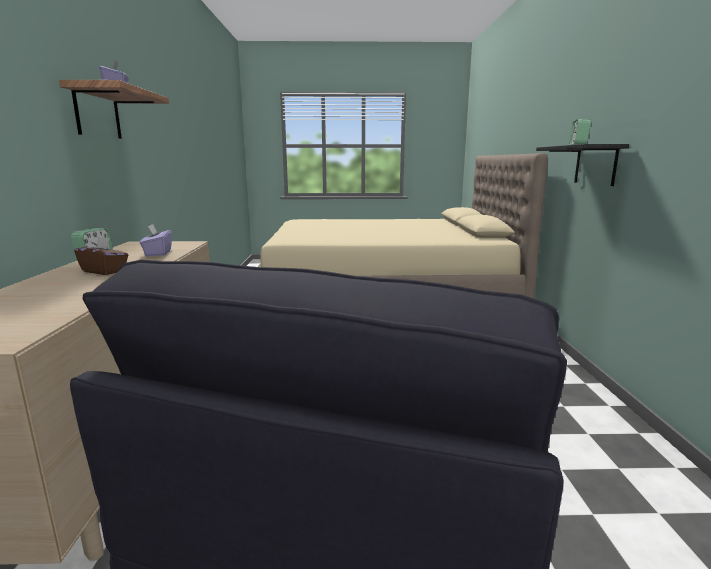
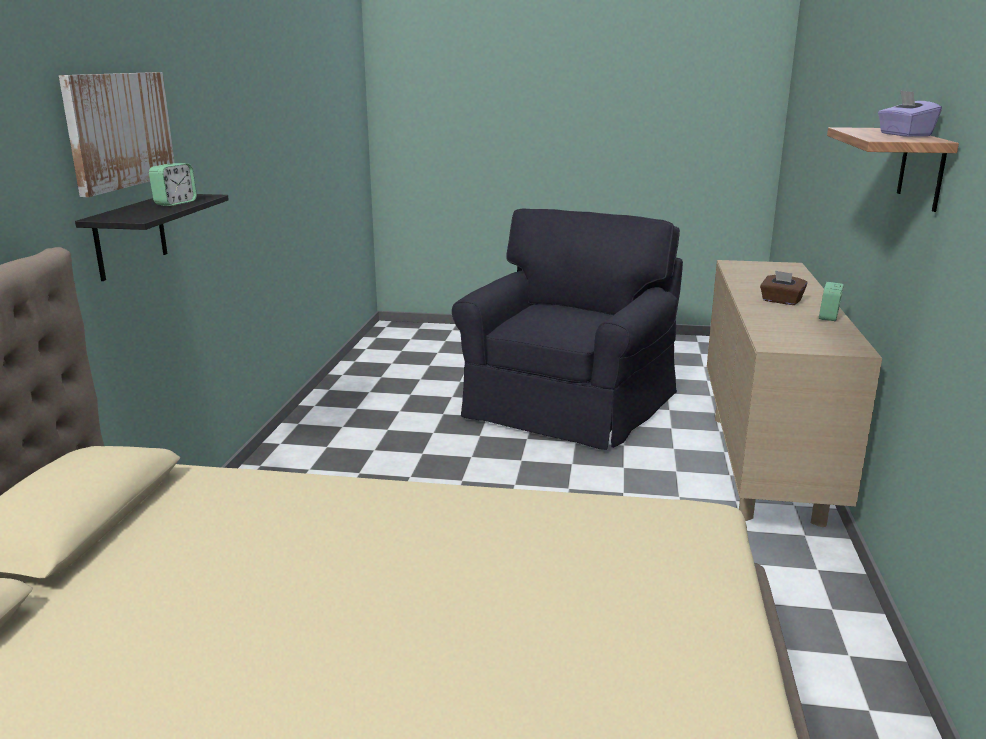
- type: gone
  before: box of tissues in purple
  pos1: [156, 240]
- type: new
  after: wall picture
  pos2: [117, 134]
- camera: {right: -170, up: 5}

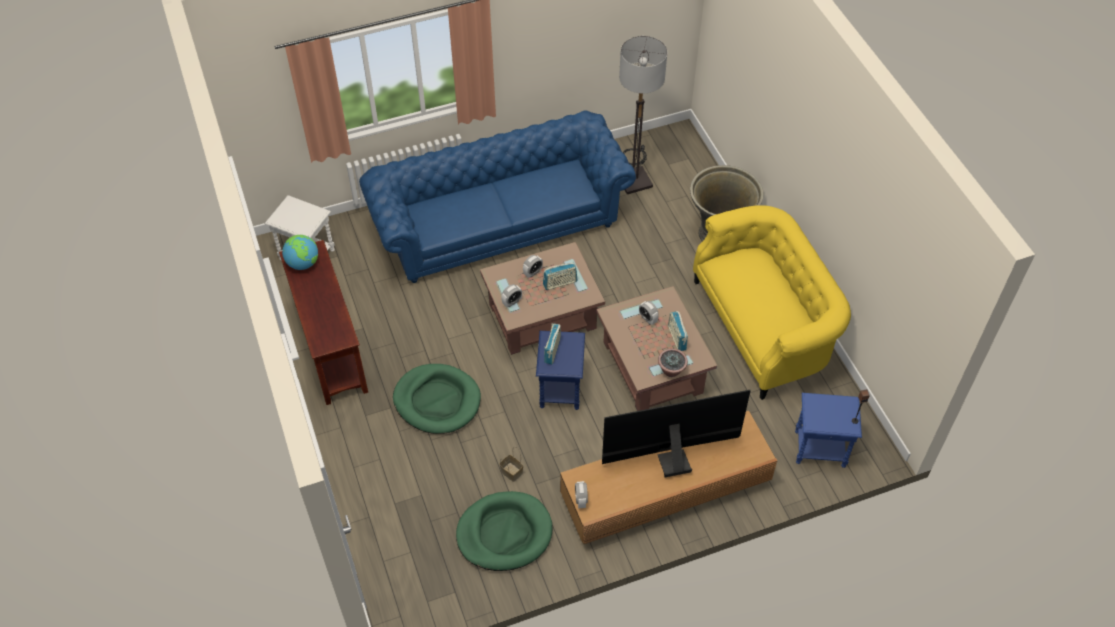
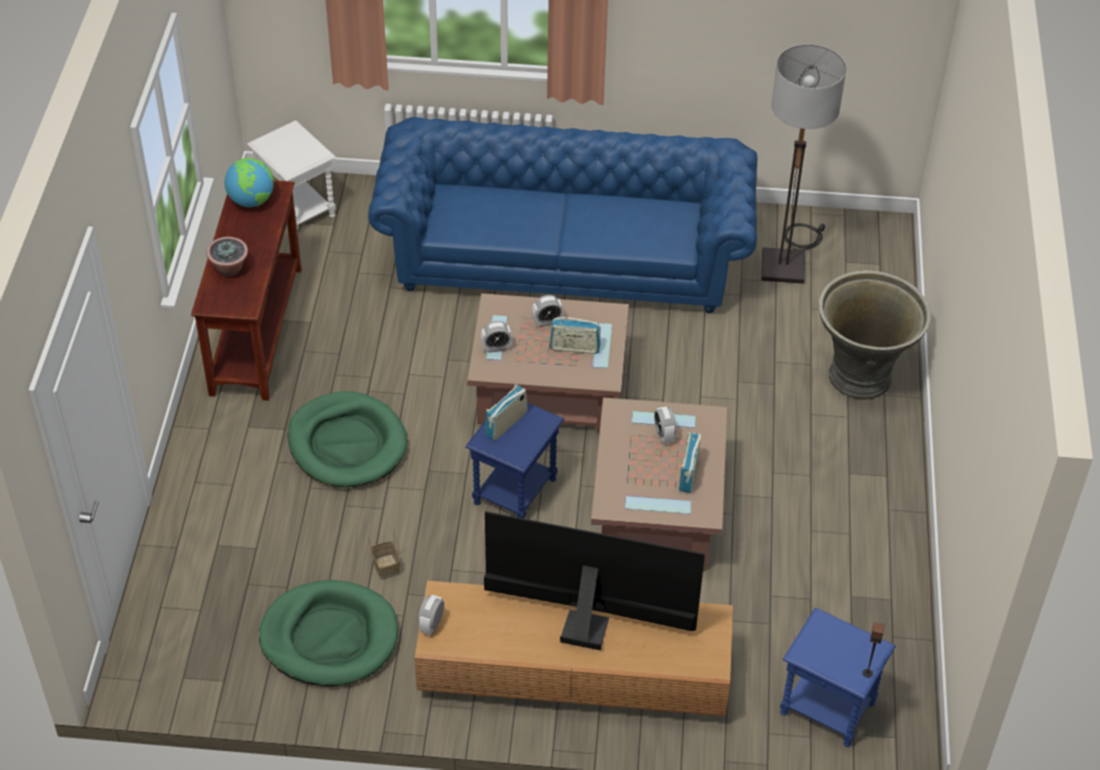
- type: gone
  before: settee in yellowish
  pos1: [772, 302]
- type: shifted
  before: potted plant
  pos1: [673, 362]
  pos2: [227, 256]
- camera: {right: 25, up: -5}

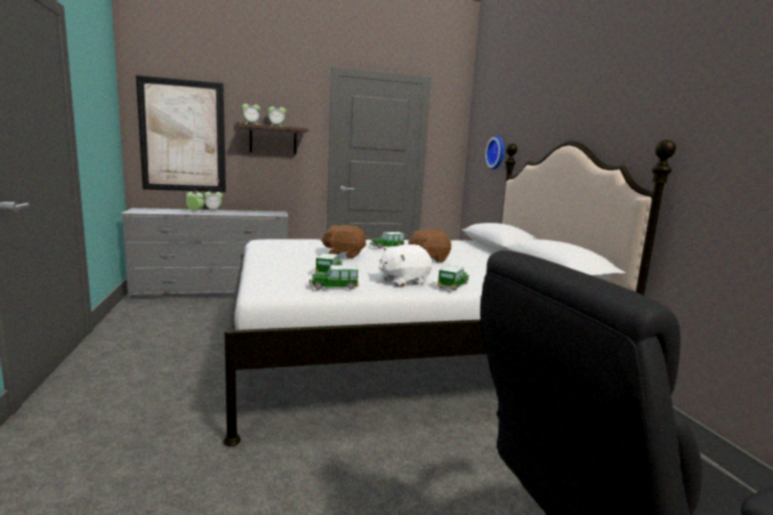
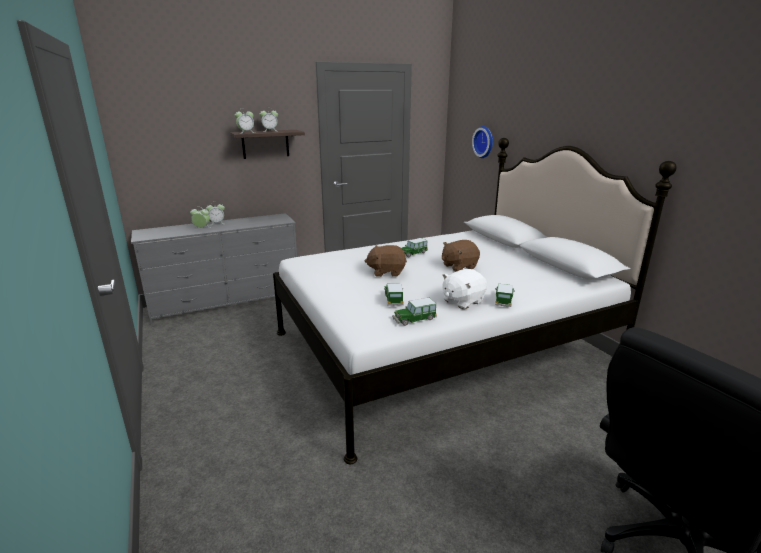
- type: gone
  before: wall picture
  pos1: [181, 133]
- camera: {right: -10, up: 10}

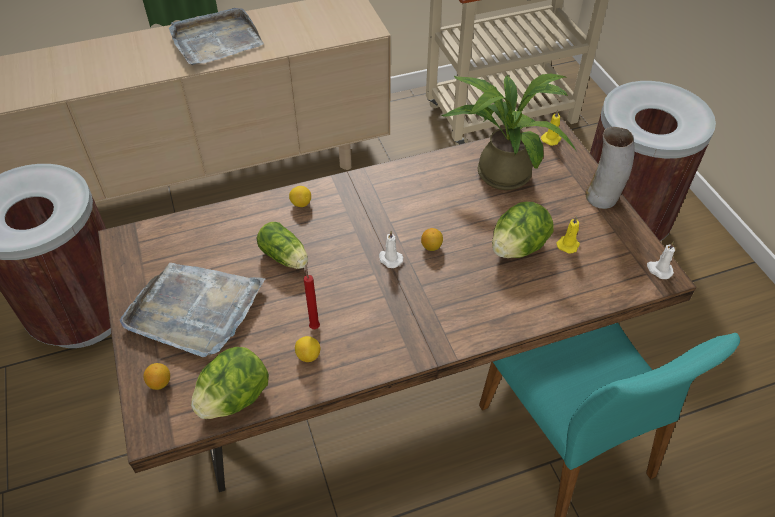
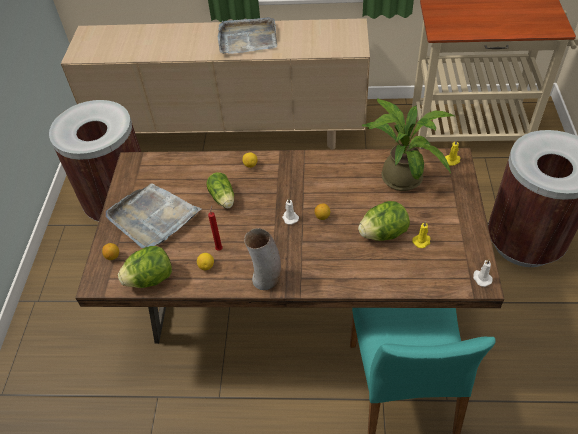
- type: shifted
  before: vase
  pos1: [610, 168]
  pos2: [262, 259]
- camera: {right: 25, up: 0}

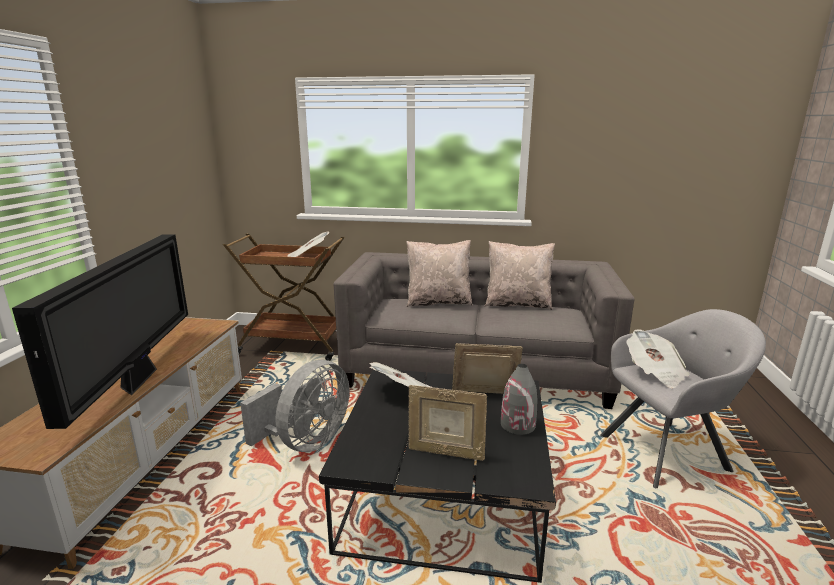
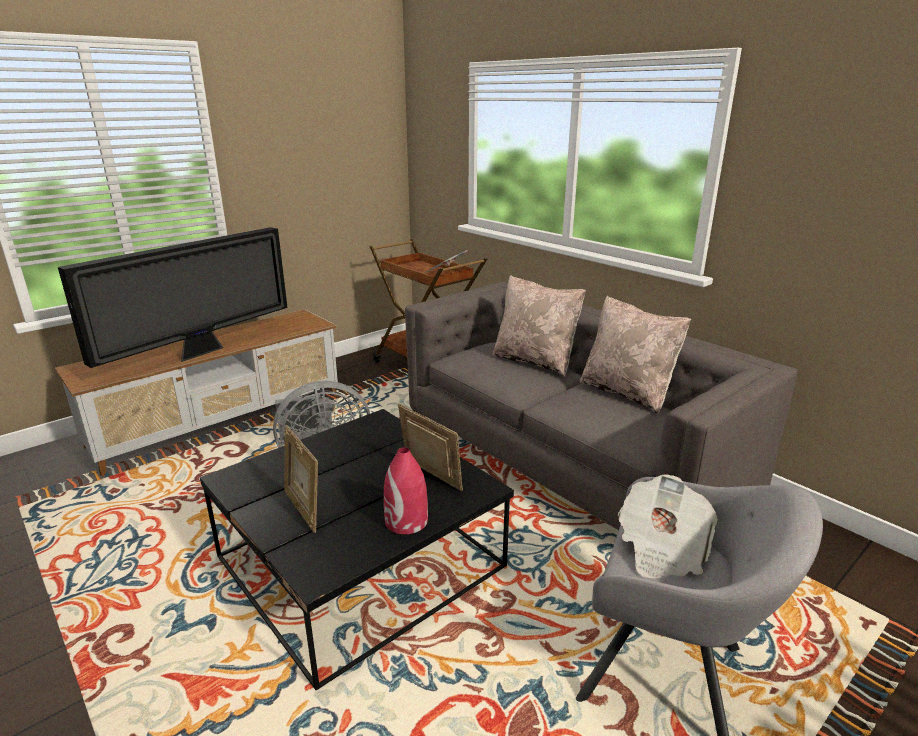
- type: gone
  before: daily paper
  pos1: [401, 375]
- type: repainted
  before: vase in greyish
  after: vase in red
  pos1: [519, 399]
  pos2: [406, 490]
- camera: {right: 40, up: 5}

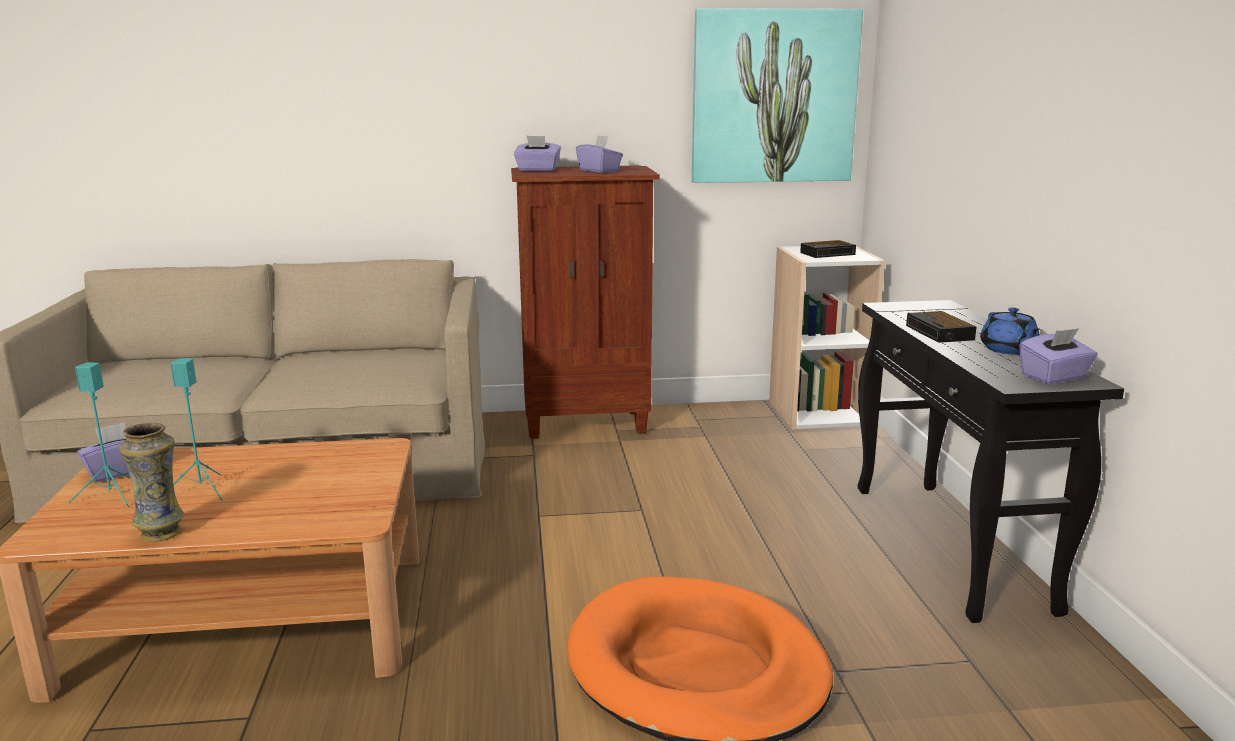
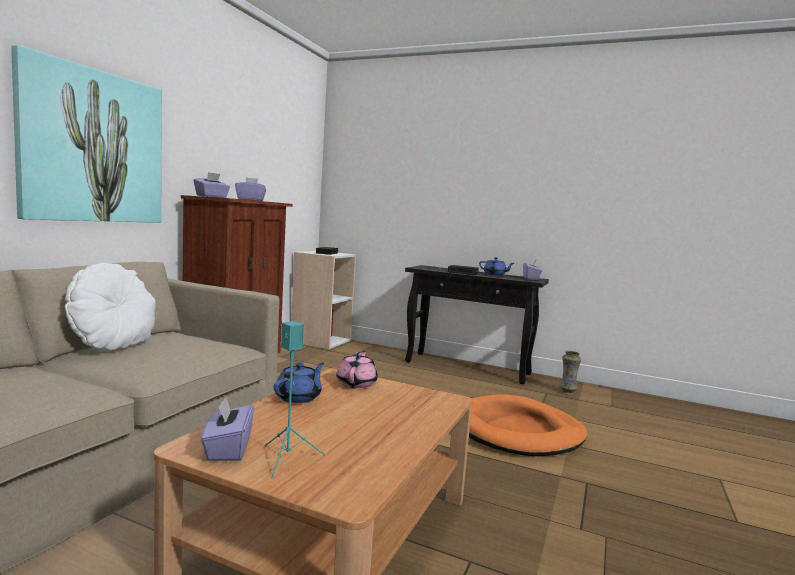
- type: shifted
  before: wall picture
  pos1: [777, 95]
  pos2: [86, 134]
- type: gone
  before: loudspeaker in turquoise-coloured
  pos1: [196, 429]
- type: shifted
  before: vase
  pos1: [151, 482]
  pos2: [570, 373]
- type: new
  after: cushion in white-coloured
  pos2: [110, 307]
- type: new
  after: pot for tea in pinkish
  pos2: [357, 370]
- type: new
  after: pot for tea in blue
  pos2: [299, 382]
- camera: {right: -60, up: -10}

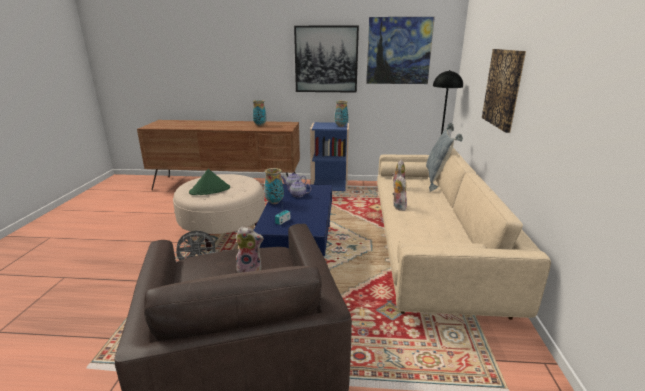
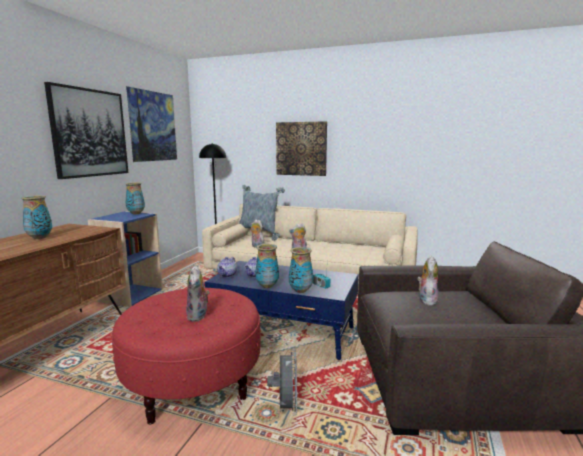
- type: swapped
  before: hat in green-coloured
  after: cuddly toy
  pos1: [209, 182]
  pos2: [198, 293]
- type: repainted
  before: footrest in sand-coloured
  after: footrest in red
  pos1: [219, 212]
  pos2: [186, 356]
- type: new
  after: vase
  pos2: [301, 270]
- camera: {right: -75, up: -10}

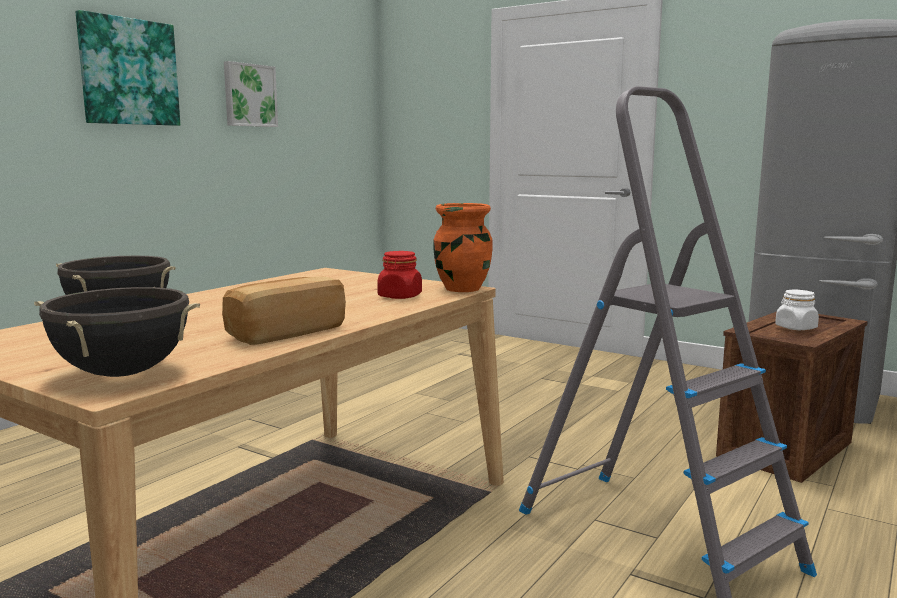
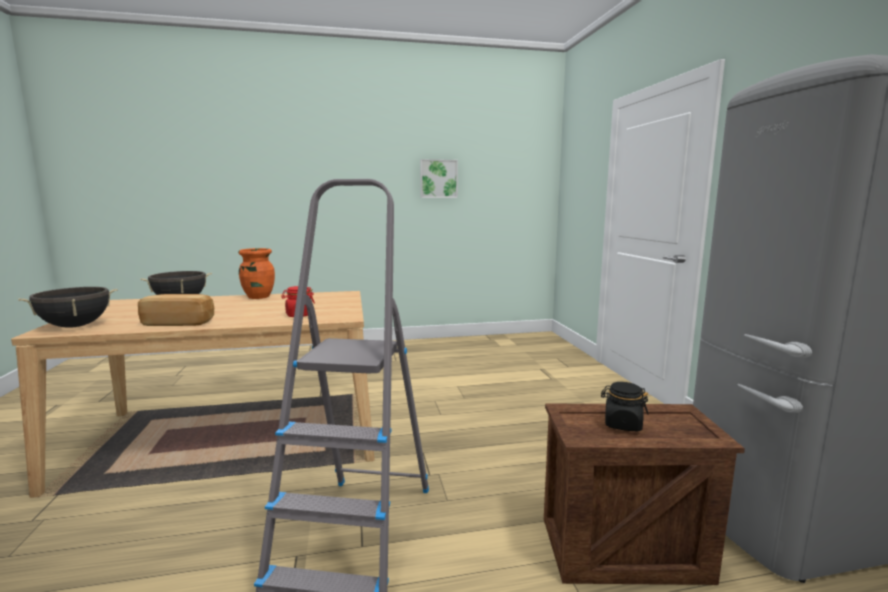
- type: gone
  before: wall picture
  pos1: [127, 68]
- type: shifted
  before: vase in orangey
  pos1: [463, 247]
  pos2: [256, 273]
- type: repainted
  before: jar in white-coloured
  after: jar in black
  pos1: [797, 310]
  pos2: [624, 406]
- camera: {right: 45, up: 0}

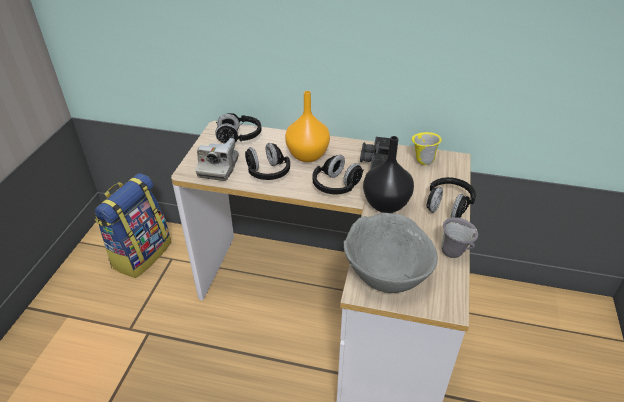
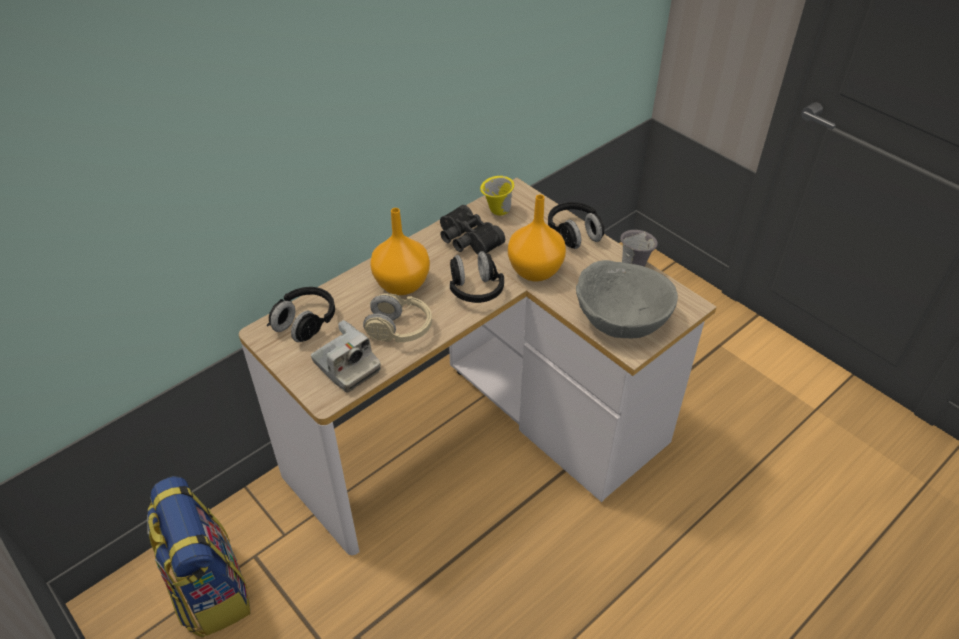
- type: repainted
  before: vase in black
  after: vase in orangey
  pos1: [388, 174]
  pos2: [537, 238]
- type: repainted
  before: headphones in black
  after: headphones in sand-coloured
  pos1: [267, 161]
  pos2: [397, 318]
- camera: {right: -55, up: 5}

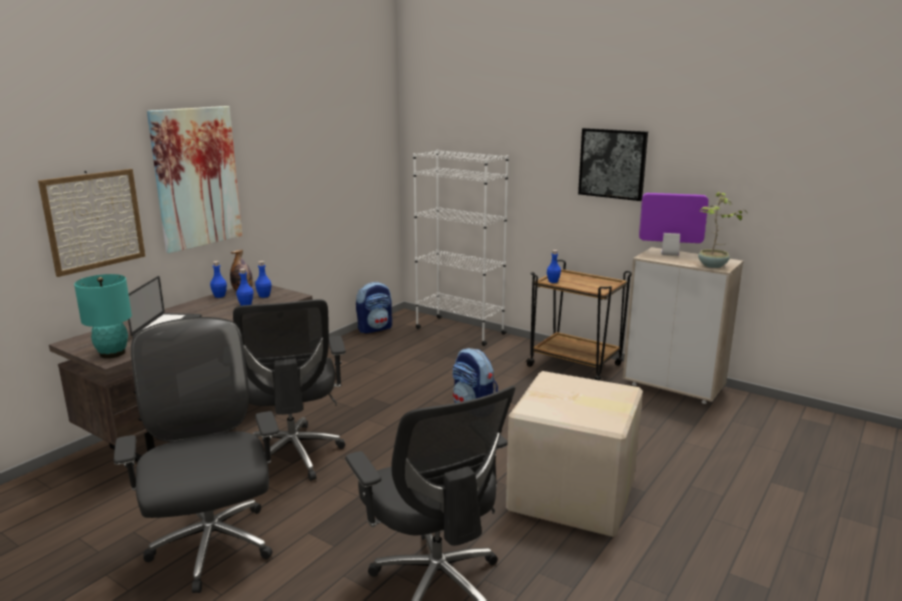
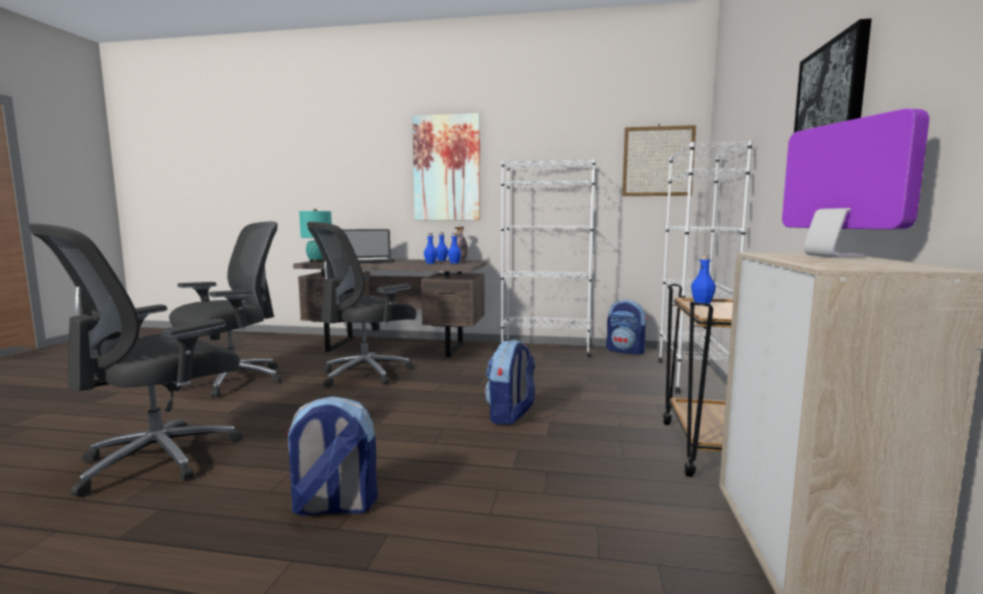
- type: shifted
  before: wall picture
  pos1: [91, 223]
  pos2: [659, 160]
- type: gone
  before: potted plant
  pos1: [722, 230]
- type: swapped
  before: packing box
  after: rucksack
  pos1: [574, 454]
  pos2: [331, 456]
- type: new
  after: shelving unit in white-coloured
  pos2: [548, 258]
- camera: {right: 65, up: -10}

